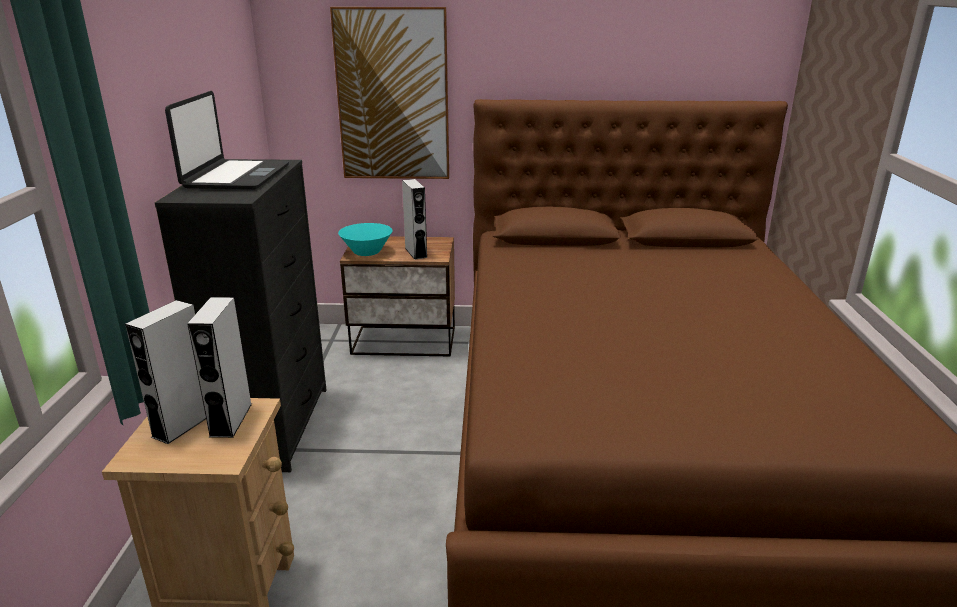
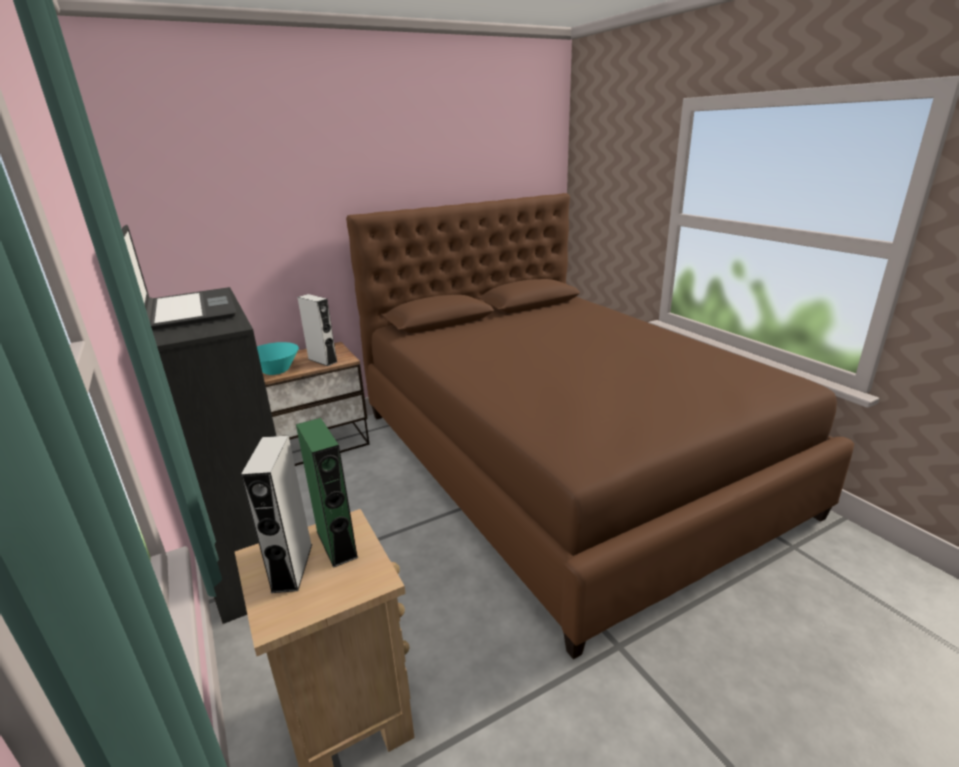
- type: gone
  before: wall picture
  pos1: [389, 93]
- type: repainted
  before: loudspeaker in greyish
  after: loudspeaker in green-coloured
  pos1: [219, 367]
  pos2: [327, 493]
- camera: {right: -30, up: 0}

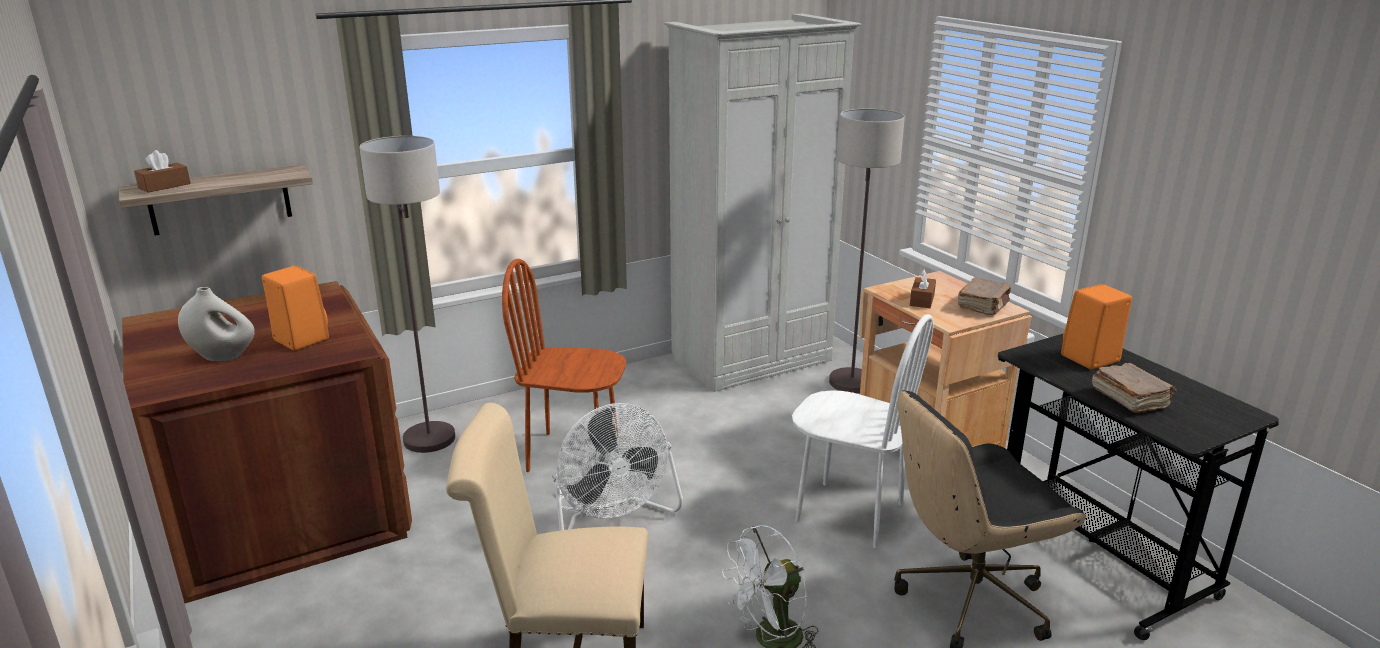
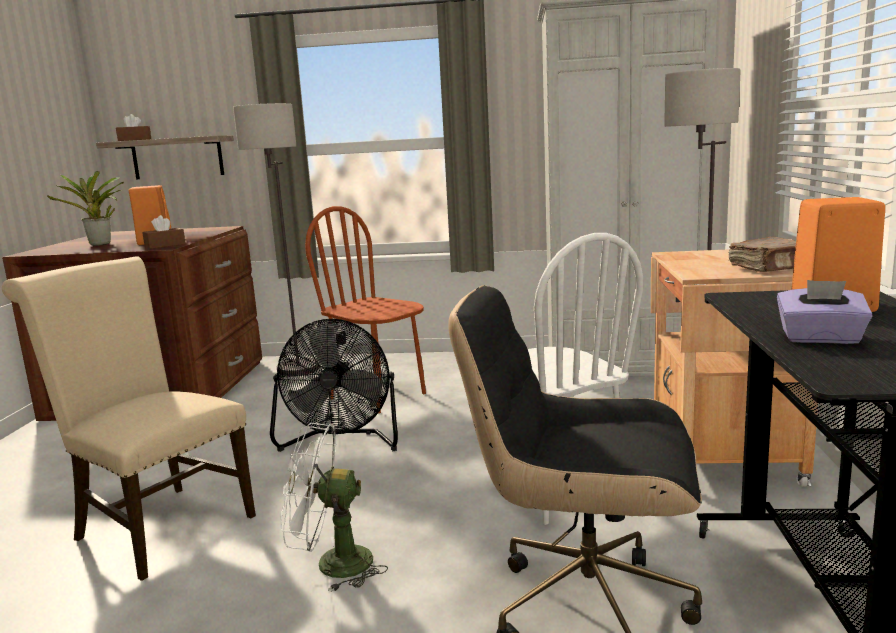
- type: shifted
  before: box of tissues in brown-coloured
  pos1: [923, 288]
  pos2: [164, 232]
- type: swapped
  before: vase in white-coloured
  after: potted plant
  pos1: [216, 324]
  pos2: [85, 208]
- type: swapped
  before: volume in brown-coloured
  after: box of tissues in purple
  pos1: [1134, 388]
  pos2: [825, 312]
- type: repainted
  before: electric fan in white-coloured
  after: electric fan in black
  pos1: [617, 467]
  pos2: [334, 385]
- camera: {right: 35, up: -10}

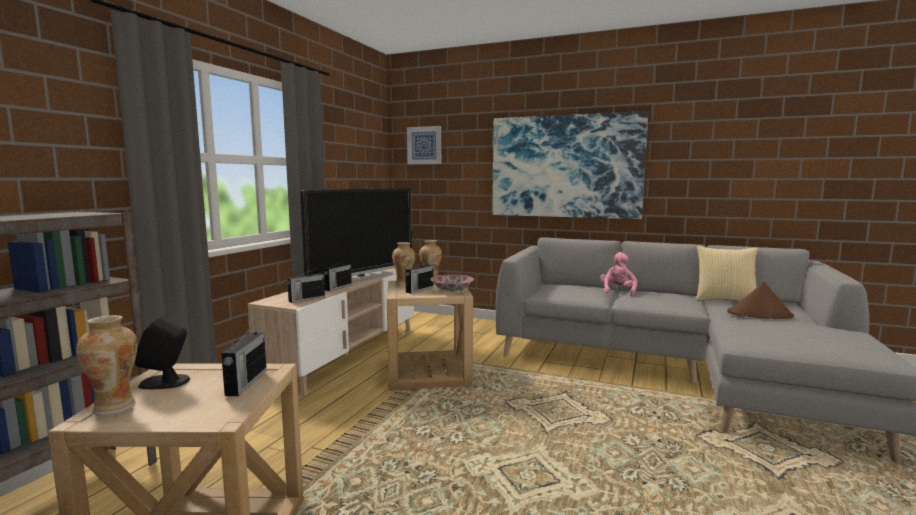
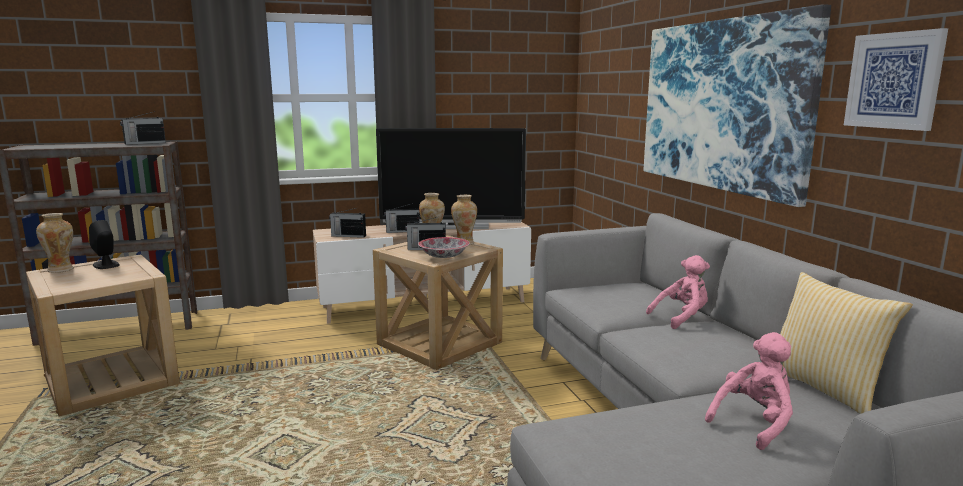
- type: shifted
  before: wall picture
  pos1: [424, 145]
  pos2: [896, 79]
- type: swapped
  before: hat in brown-coloured
  after: cuddly toy in pinkish
  pos1: [760, 300]
  pos2: [749, 391]
- type: shifted
  before: radio
  pos1: [244, 360]
  pos2: [143, 128]
- camera: {right: 50, up: 5}

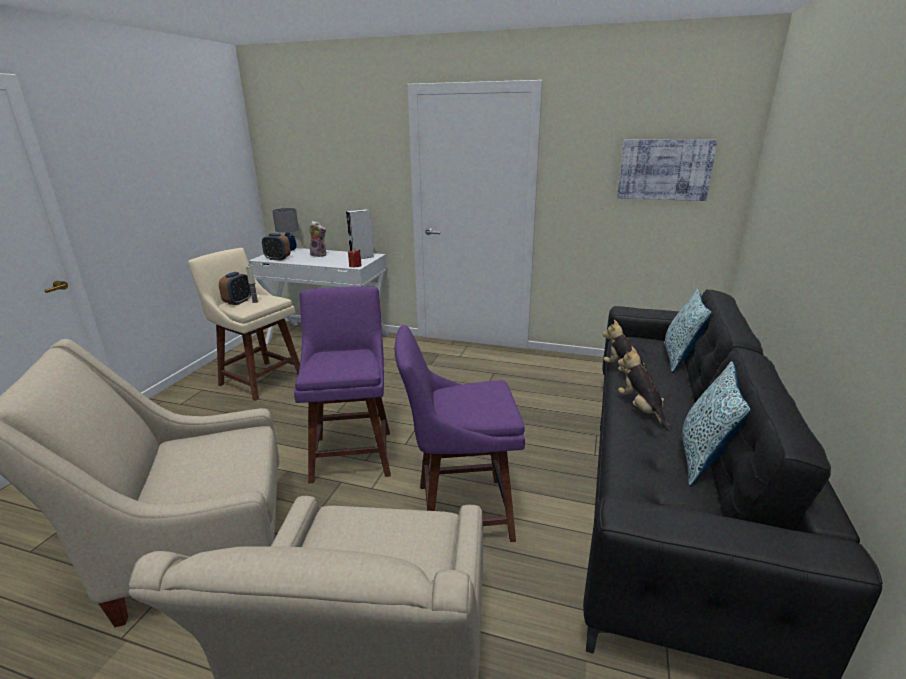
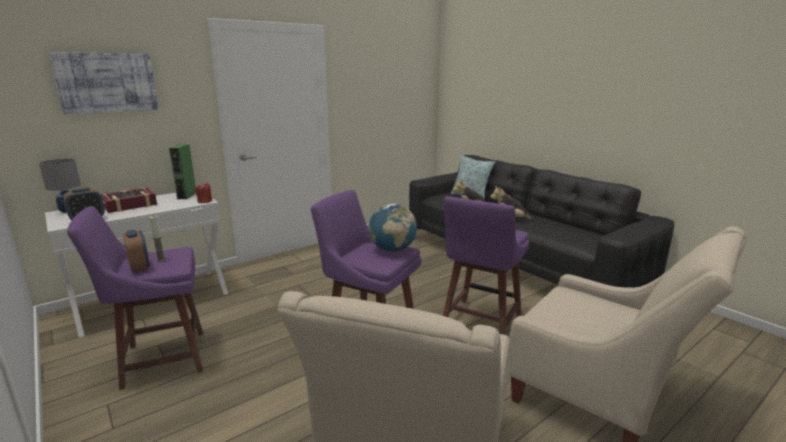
- type: shifted
  before: wall picture
  pos1: [667, 170]
  pos2: [104, 83]
- type: repainted
  before: loudspeaker in greyish
  after: loudspeaker in green-coloured
  pos1: [360, 234]
  pos2: [182, 171]
- type: swapped
  before: cuddly toy
  after: volume
  pos1: [317, 239]
  pos2: [128, 200]
- type: repainted
  before: stool in sand-coloured
  after: stool in purple
  pos1: [244, 324]
  pos2: [135, 298]
- type: gone
  before: cushion
  pos1: [716, 423]
- type: new
  after: desk globe
  pos2: [392, 227]
- camera: {right: -55, up: -5}

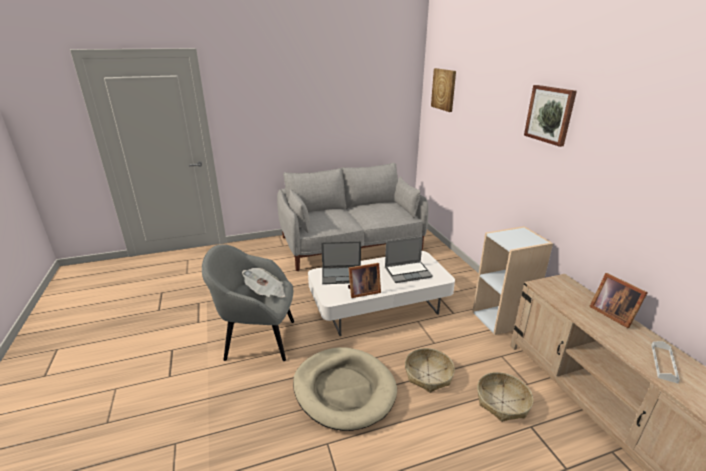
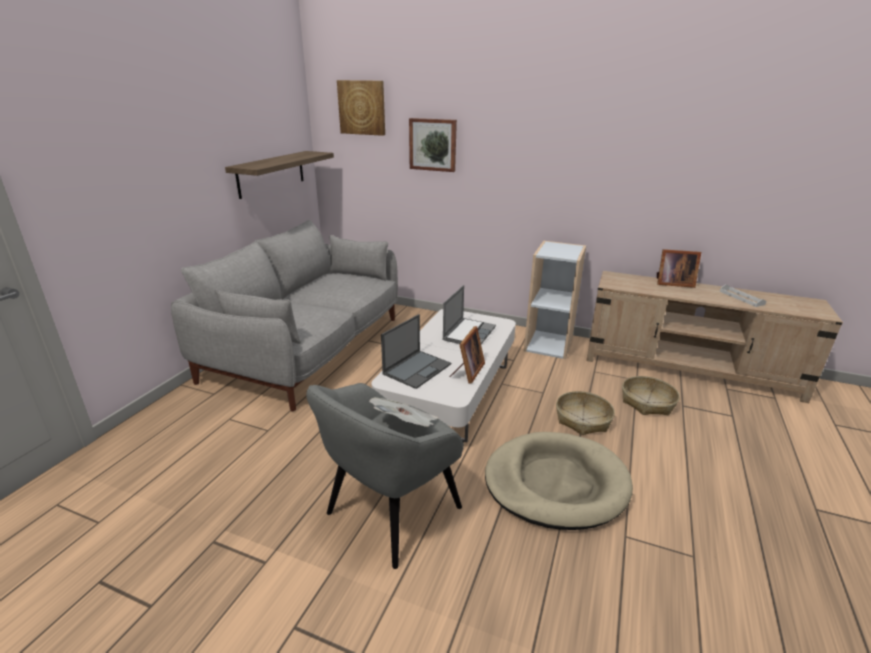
- type: shifted
  before: wall picture
  pos1: [550, 116]
  pos2: [433, 145]
- type: new
  after: wall shelf
  pos2: [279, 175]
- camera: {right: -50, up: 0}

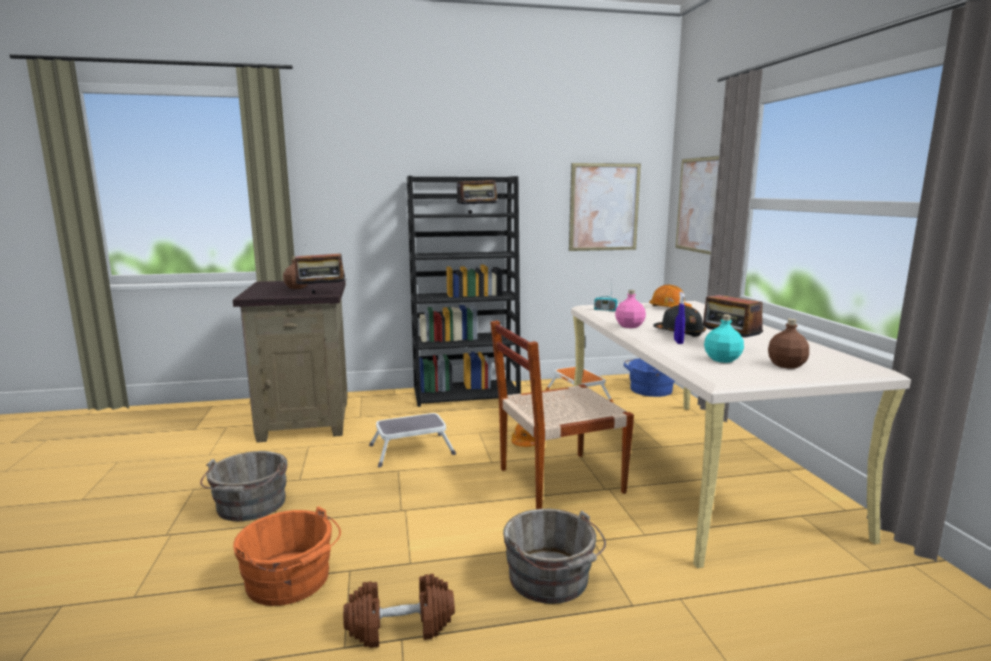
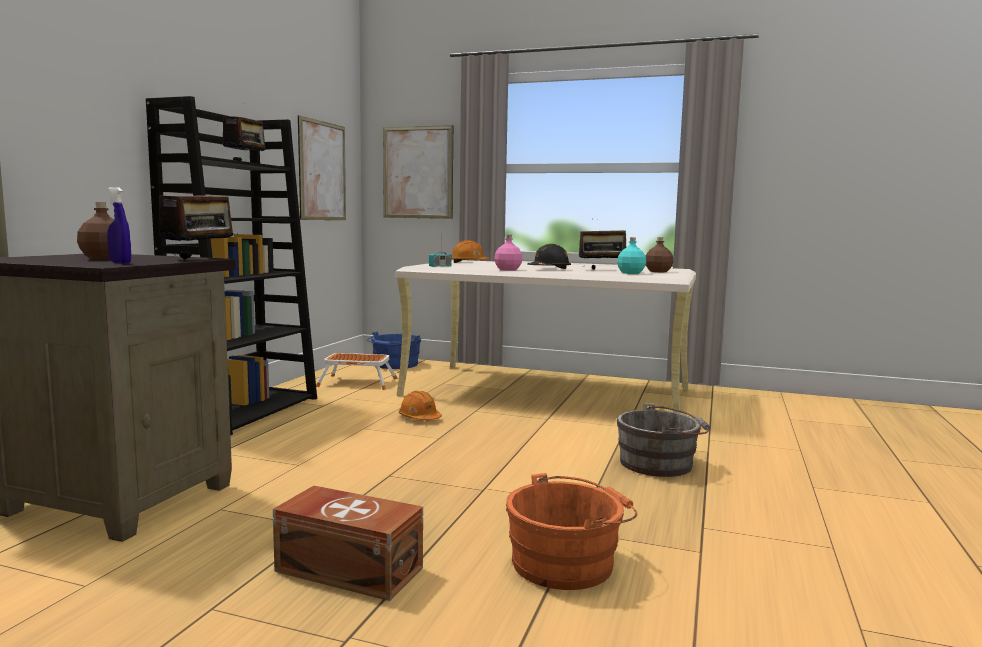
- type: shifted
  before: sprayer in blue
  pos1: [679, 318]
  pos2: [119, 225]
- type: gone
  before: upright chair
  pos1: [562, 414]
- type: gone
  before: step stool in greyish
  pos1: [412, 440]
- type: swapped
  before: water bucket in greyish
  after: storage box in brown-coloured
  pos1: [244, 486]
  pos2: [348, 543]
- type: gone
  before: hand weight in brown-coloured
  pos1: [399, 611]
- camera: {right: -60, up: -5}

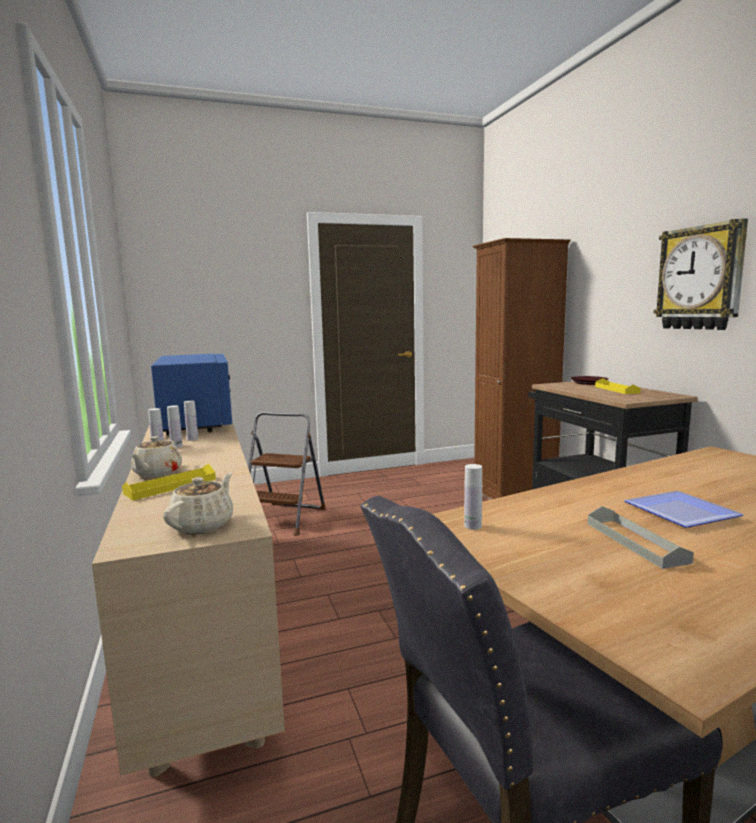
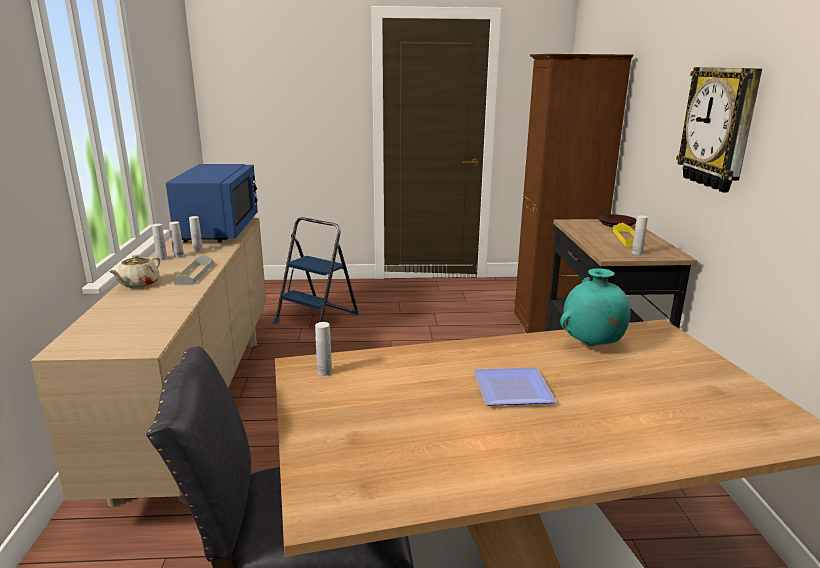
- type: repainted
  before: step stool in brown-coloured
  after: step stool in blue
  pos1: [287, 474]
  pos2: [316, 277]
- type: gone
  before: serving tray in yellowish
  pos1: [169, 482]
- type: gone
  before: pot for tea in sand-coloured
  pos1: [198, 503]
- type: shifted
  before: serving tray in greyish
  pos1: [641, 537]
  pos2: [193, 270]
- type: new
  after: drink bottle in white-coloured
  pos2: [639, 235]
- type: new
  after: vase in turquoise-coloured
  pos2: [595, 307]
- camera: {right: 15, up: 10}

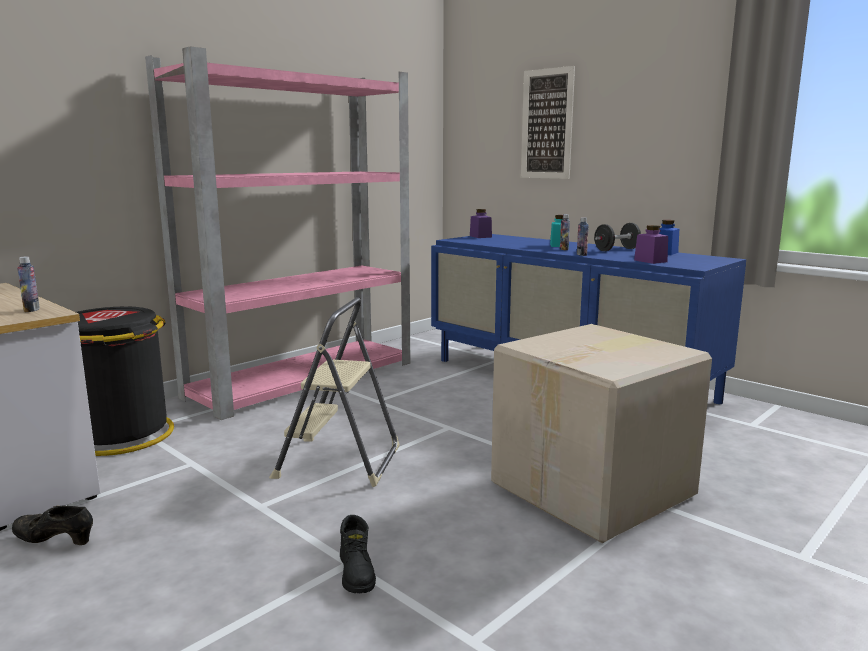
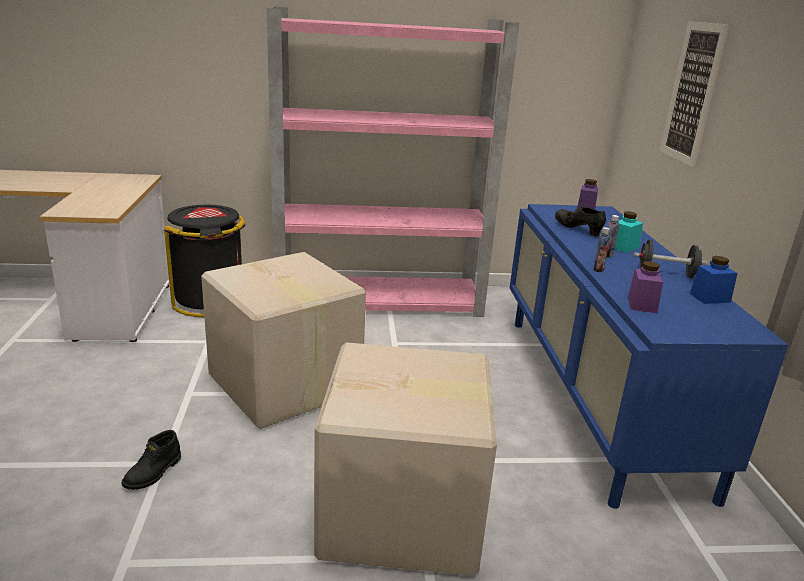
- type: gone
  before: drink bottle
  pos1: [28, 284]
- type: swapped
  before: step stool in sand-coloured
  after: packing box
  pos1: [334, 392]
  pos2: [283, 340]
- type: shifted
  before: item of footwear in black
  pos1: [52, 525]
  pos2: [580, 221]
- camera: {right: 40, up: 10}

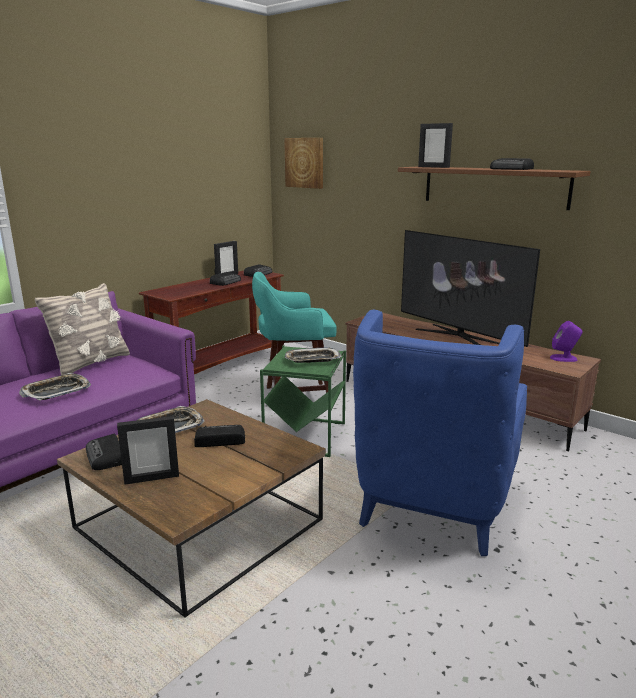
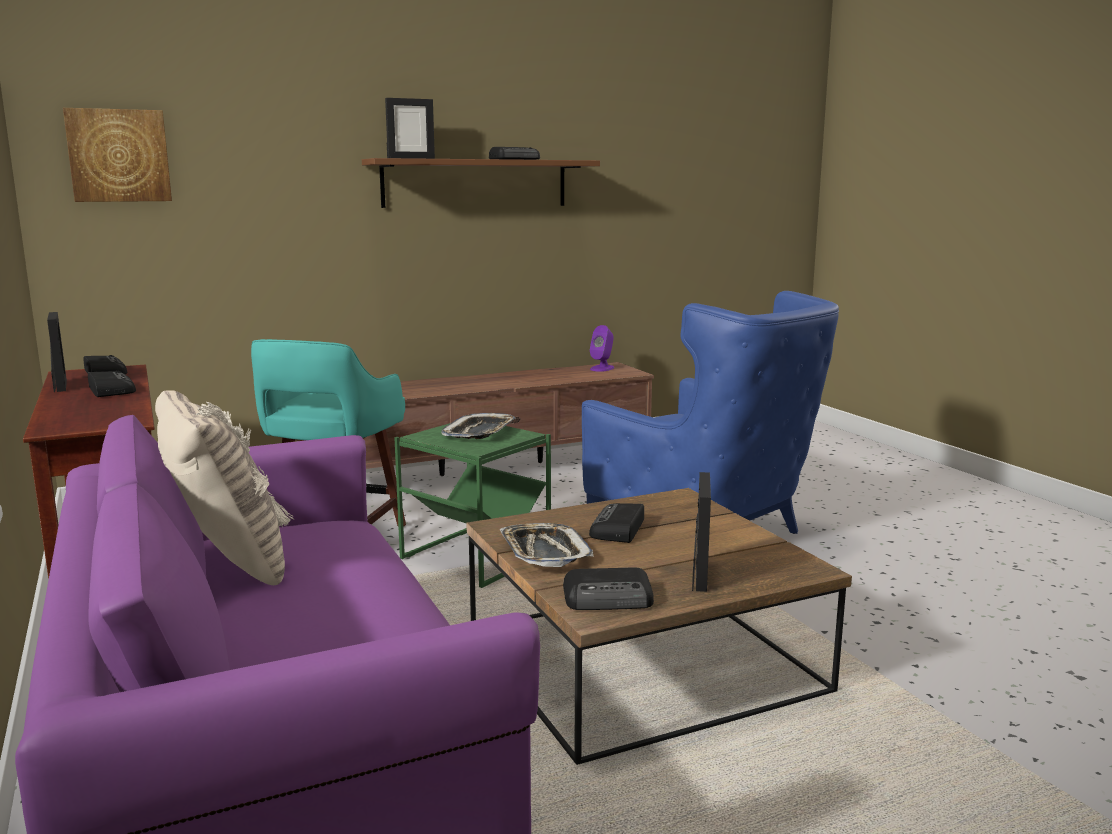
- type: gone
  before: TV set
  pos1: [470, 288]
- type: gone
  before: serving tray
  pos1: [55, 387]
- camera: {right: -65, up: -5}

